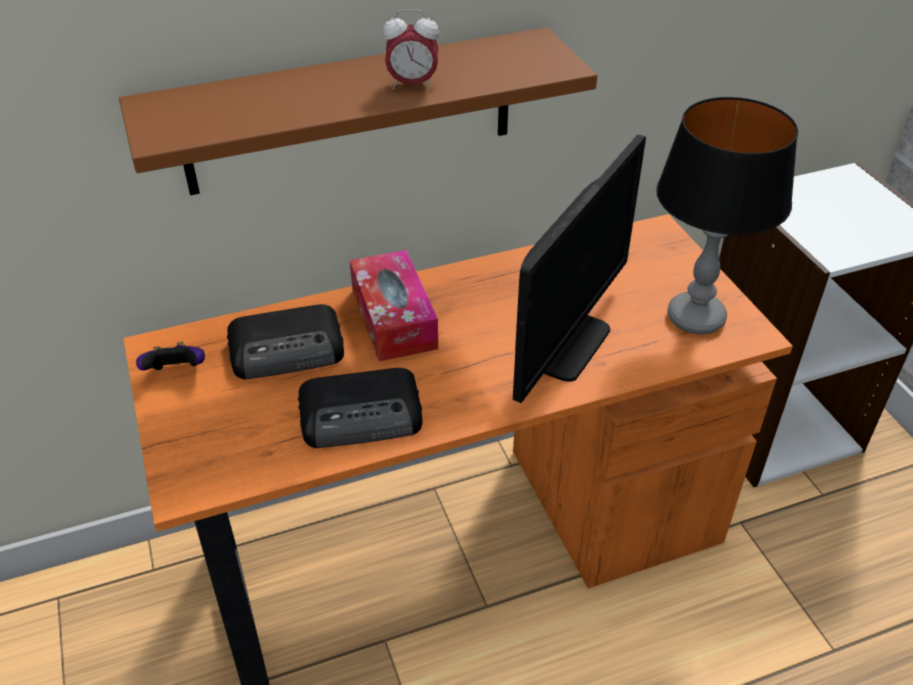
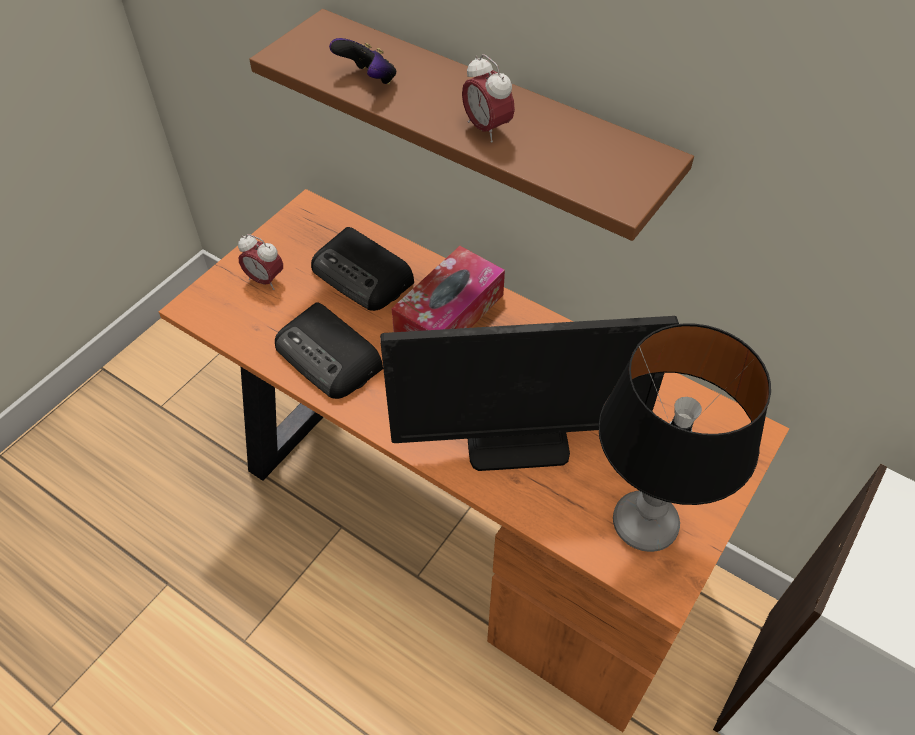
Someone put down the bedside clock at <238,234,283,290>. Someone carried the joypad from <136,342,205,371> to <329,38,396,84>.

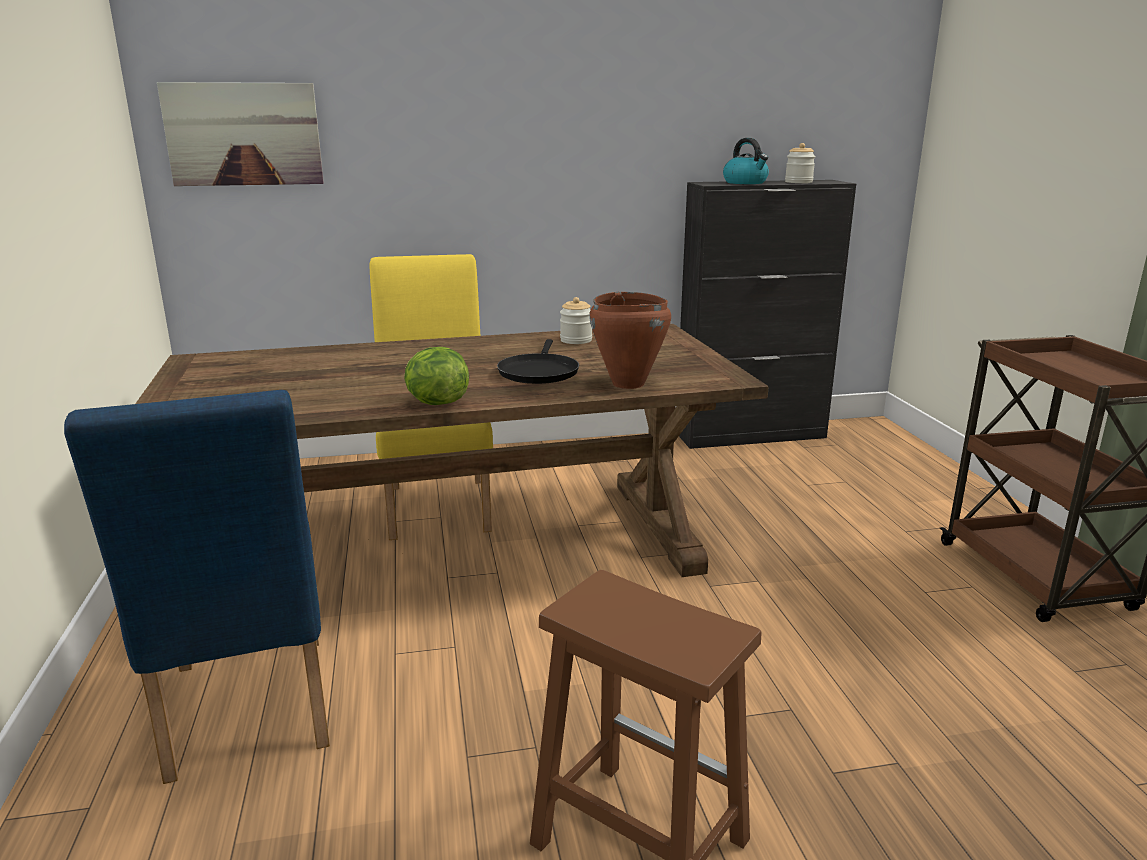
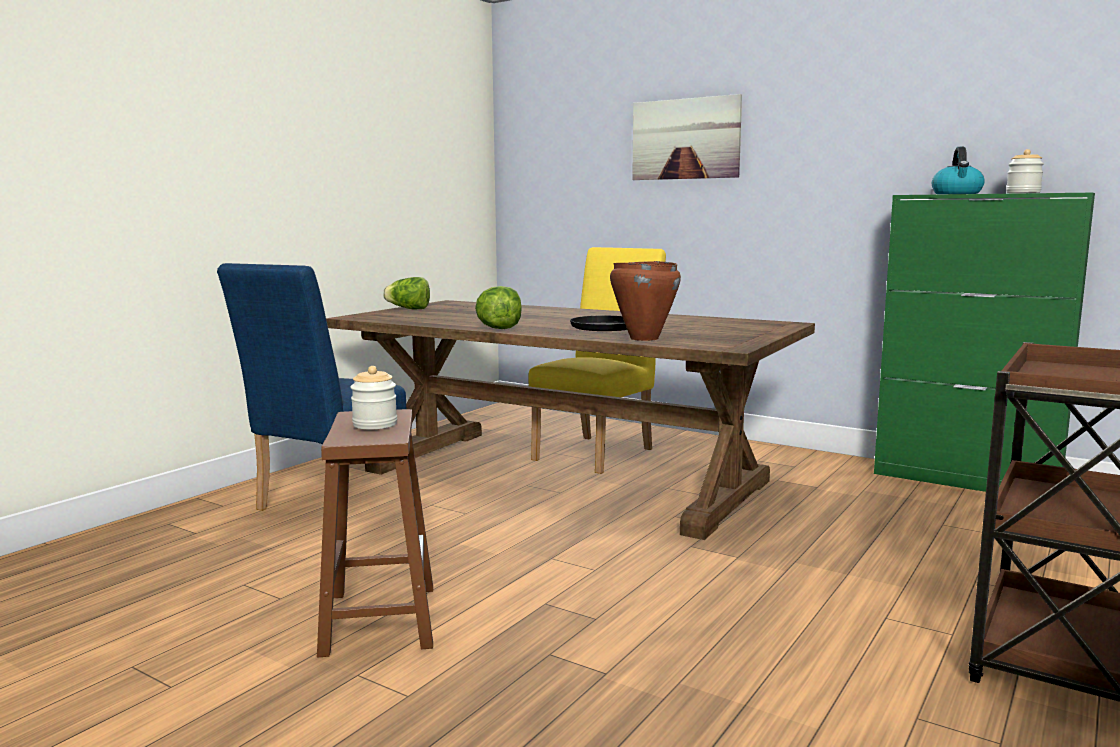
Someone carried the preserve jar from <560,297,592,344> to <350,366,397,430>. Someone put down the lettuce head at <383,277,430,310>. Someone carried the picture from <157,82,324,186> to <632,94,742,180>. Someone repainted the cabinet in black at <679,180,856,449>, which became the cabinet in greenish at <874,193,1095,492>.

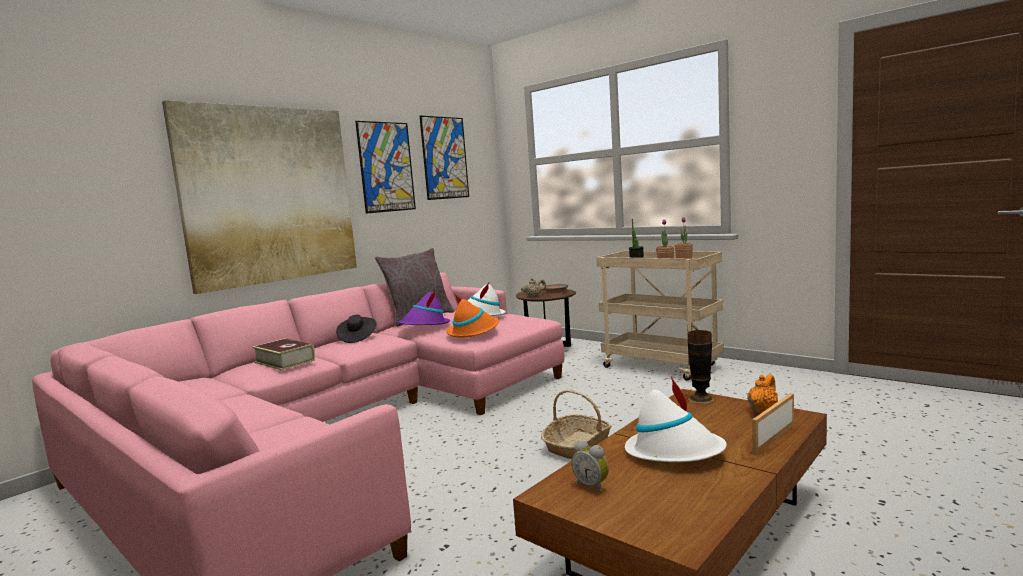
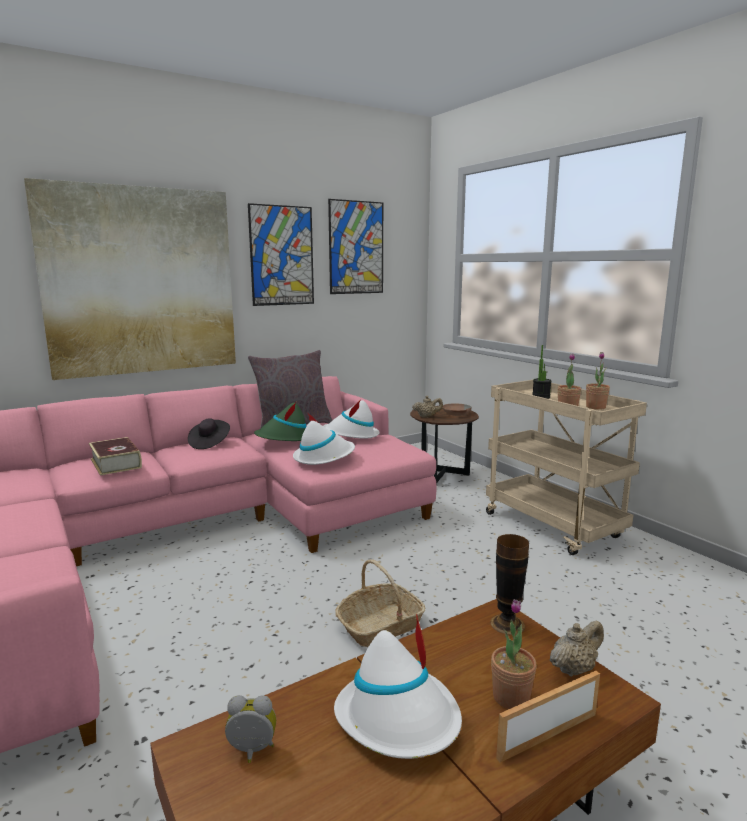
Someone rotated the bedside clock at <572,440,609,493> by 120 degrees clockwise. Someone repainted the hat in purple at <398,289,450,325>, which became the hat in greenish at <254,401,306,441>. Someone repainted the hat in orange at <446,294,499,338>, which became the hat in whitish at <293,412,355,465>. Someone put down the potted plant at <491,599,537,709>. Someone repainted the teapot in orange at <747,374,778,412>, which became the teapot in beige at <550,620,604,677>.

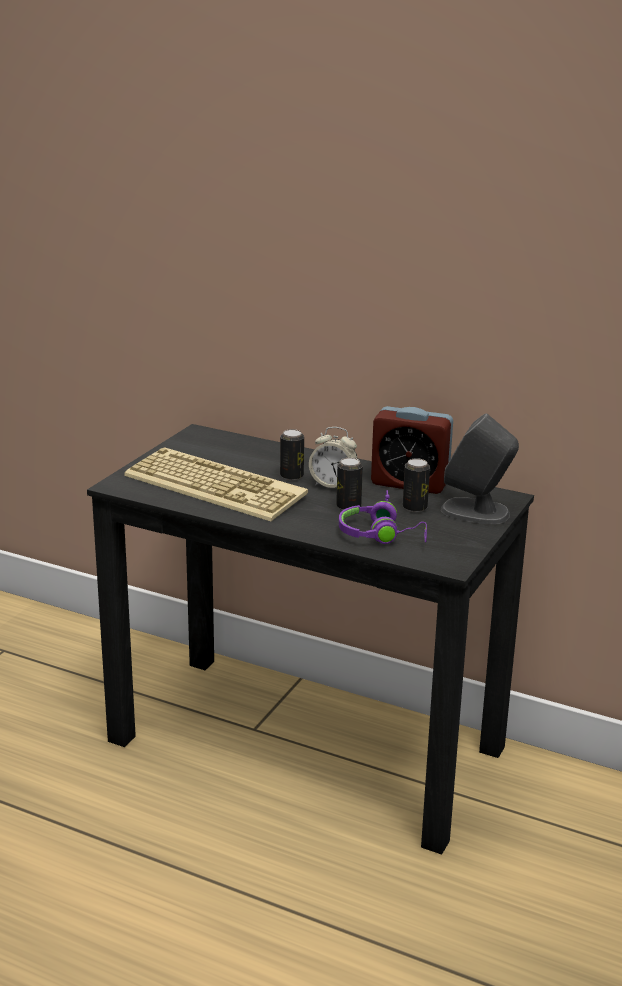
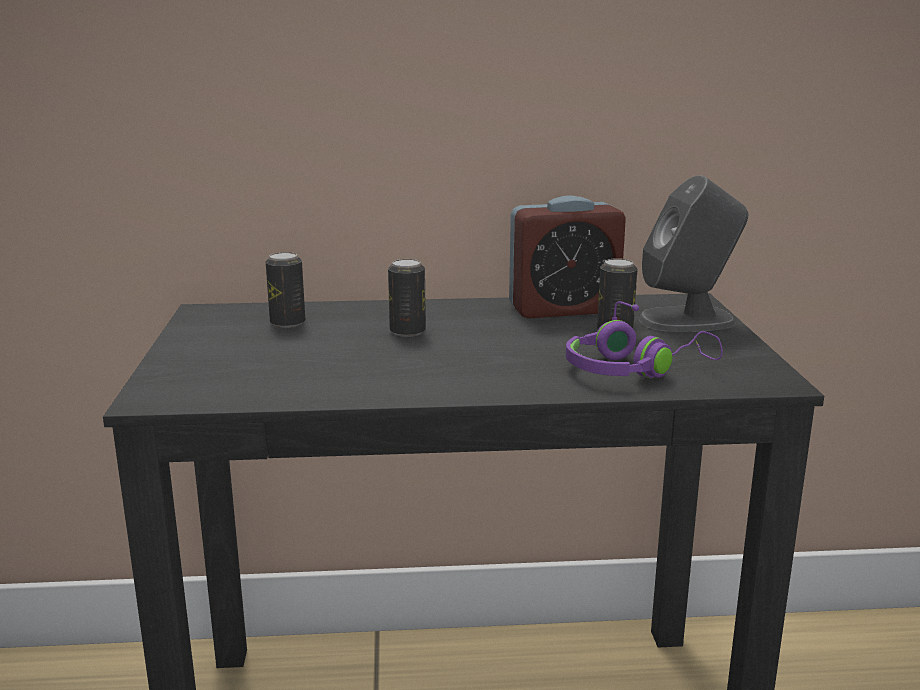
Someone carried the metal can from <336,458,363,510> to <266,252,305,328>. Someone took away the keyboard at <124,447,308,521>. Someone took away the bedside clock at <309,427,358,488>.

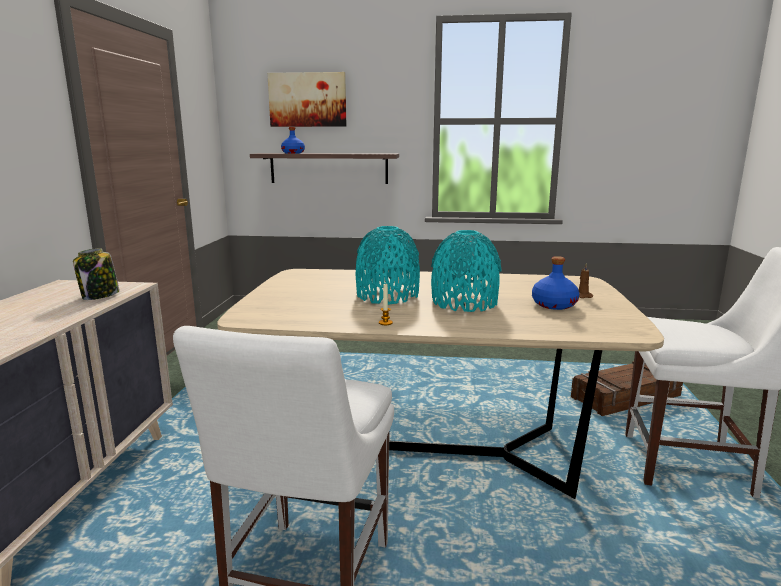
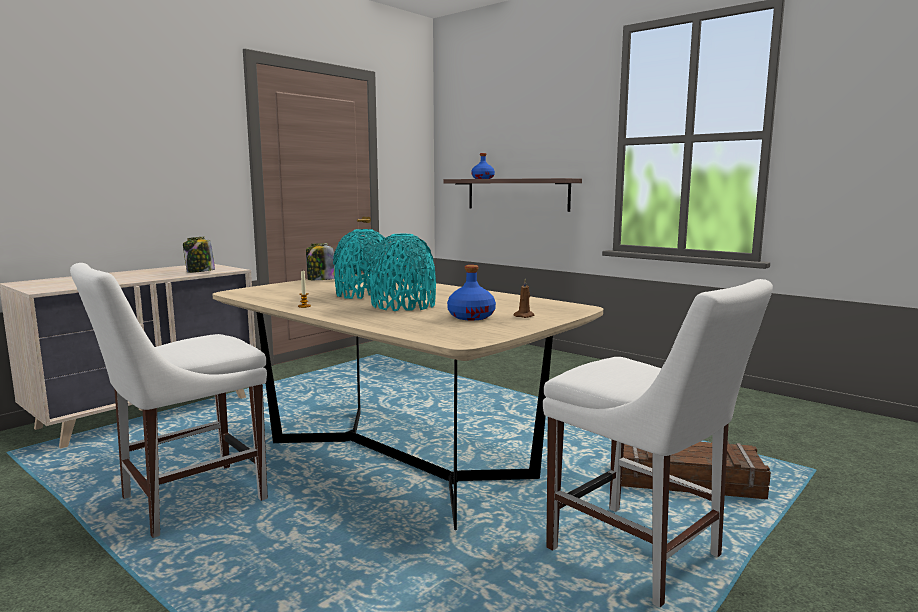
Someone put down the preserve jar at <306,243,335,280>. Someone took away the picture at <267,72,347,127>.

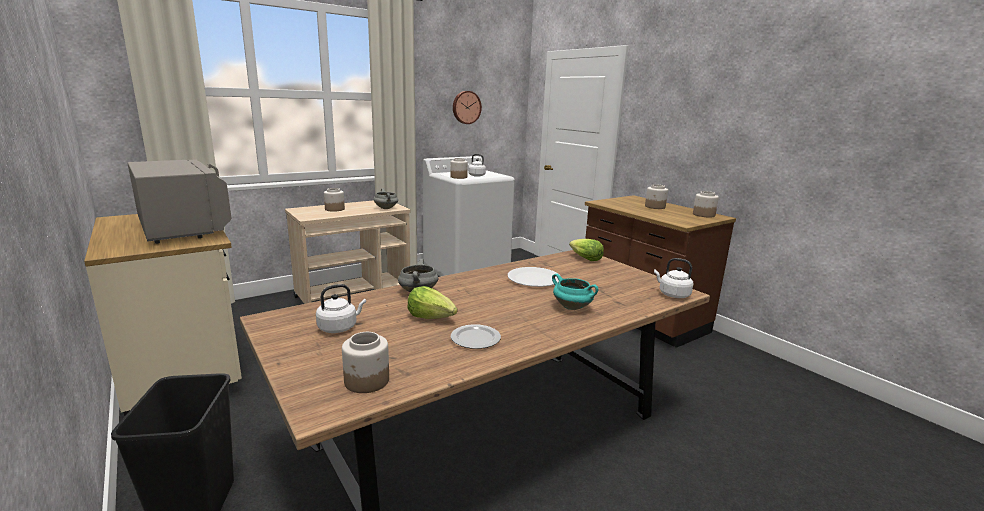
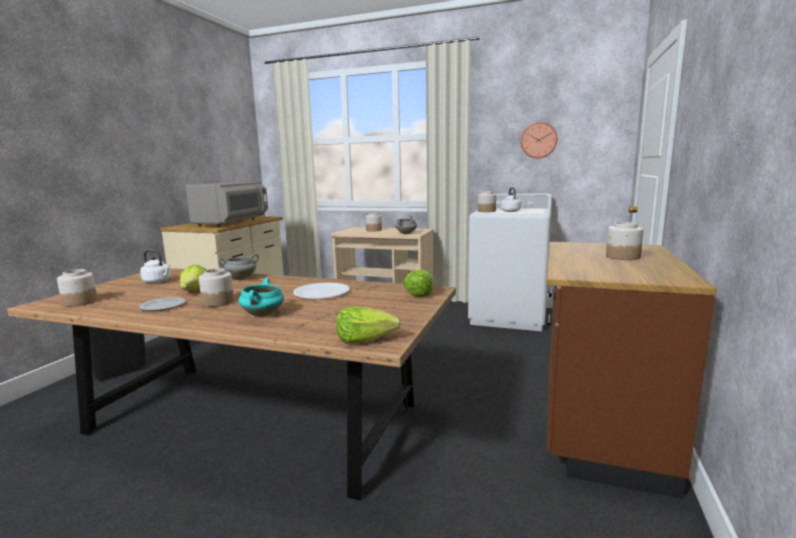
Someone carried the preserve jar from <693,191,719,218> to <199,268,234,307>. Someone swapped the water kettle in whitish at <654,258,693,298> for the lettuce head at <336,306,401,343>.

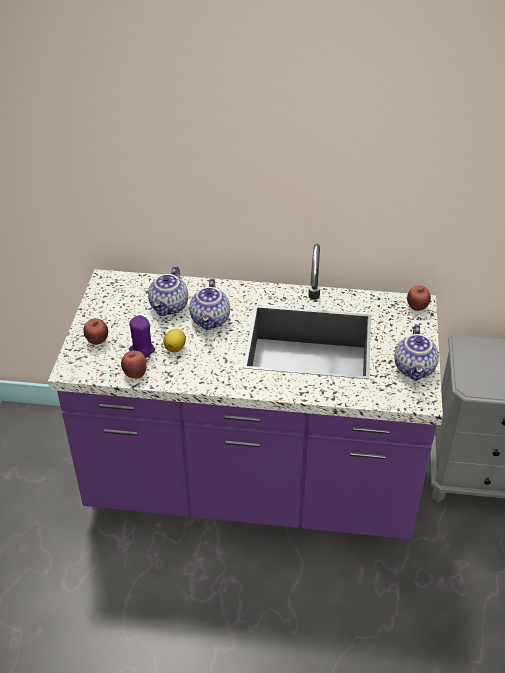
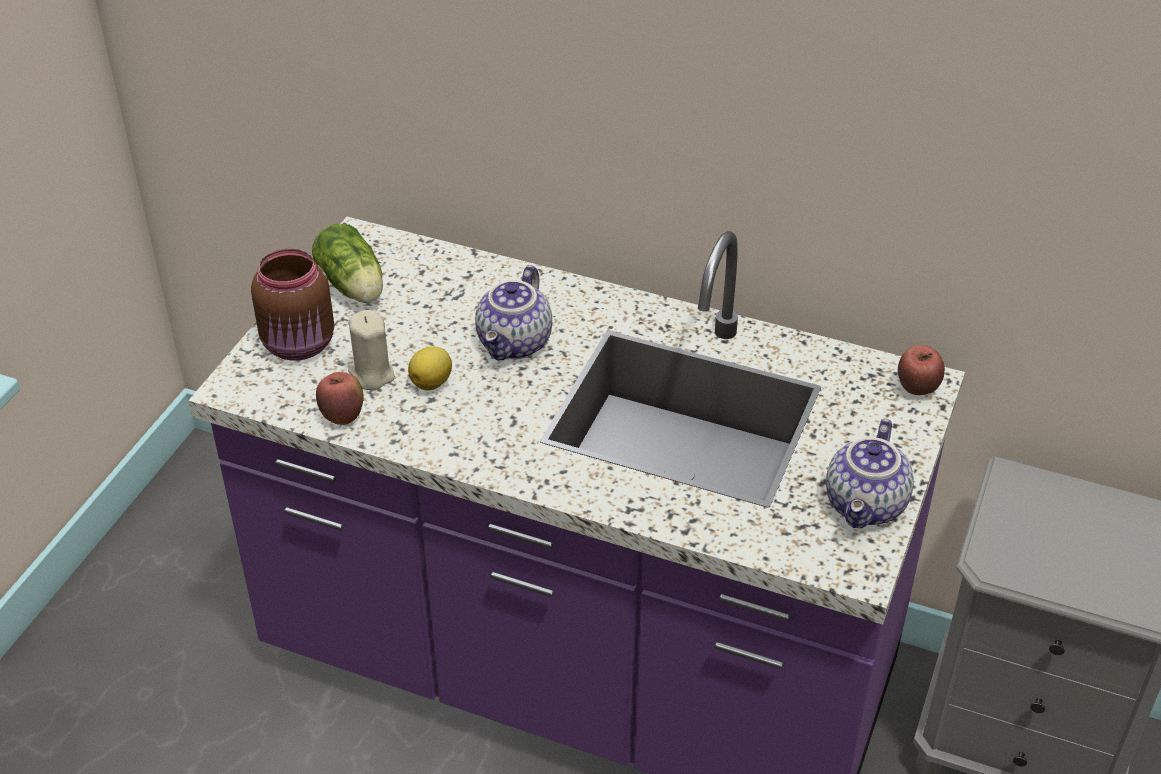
Someone swapped the apple at <83,318,108,345> for the preserve jar in brown at <251,248,334,361>. Someone put down the lettuce head at <312,224,383,303>. Someone repainted the wax light in purple at <129,315,155,358>, which became the wax light in beige at <348,310,395,390>. Someone took away the teapot at <148,266,188,316>.

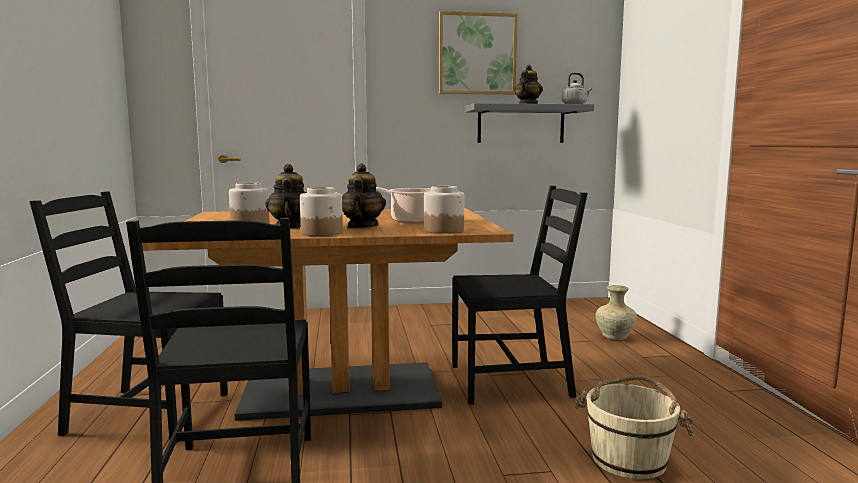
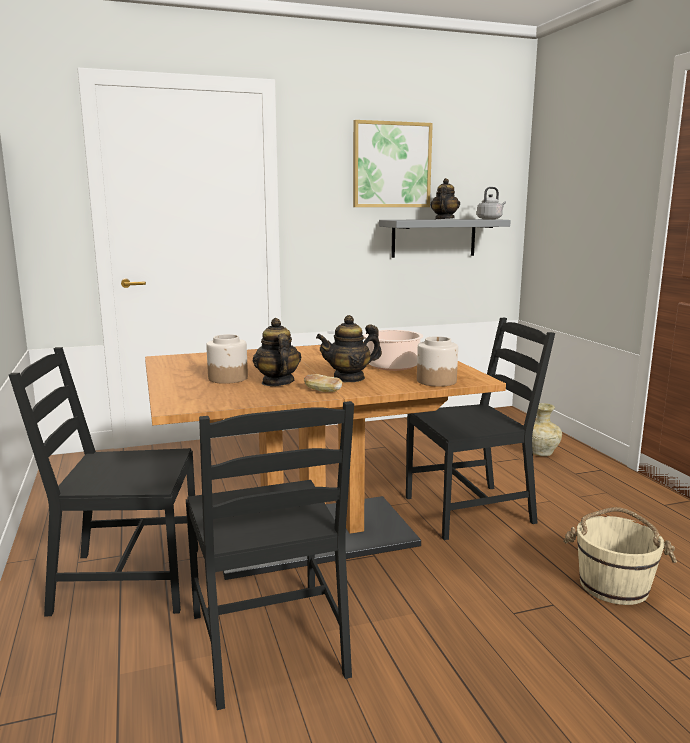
Someone swapped the preserve jar at <300,187,343,236> for the bakery bread at <304,374,342,392>. Someone rotated the teapot at <342,164,386,228> by 105 degrees counterclockwise.

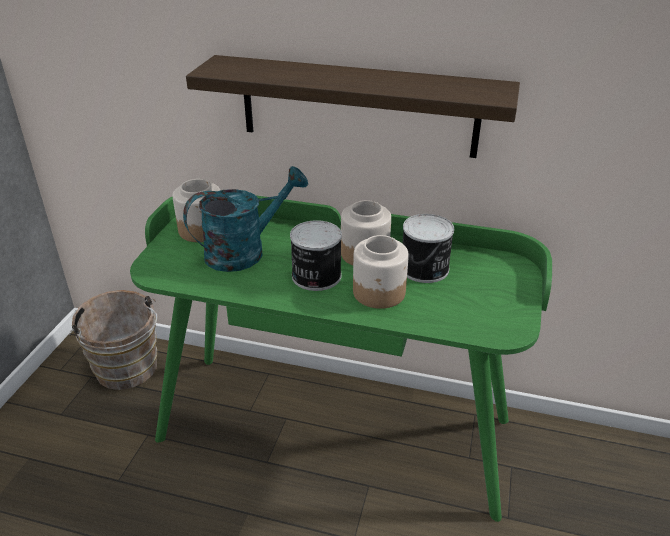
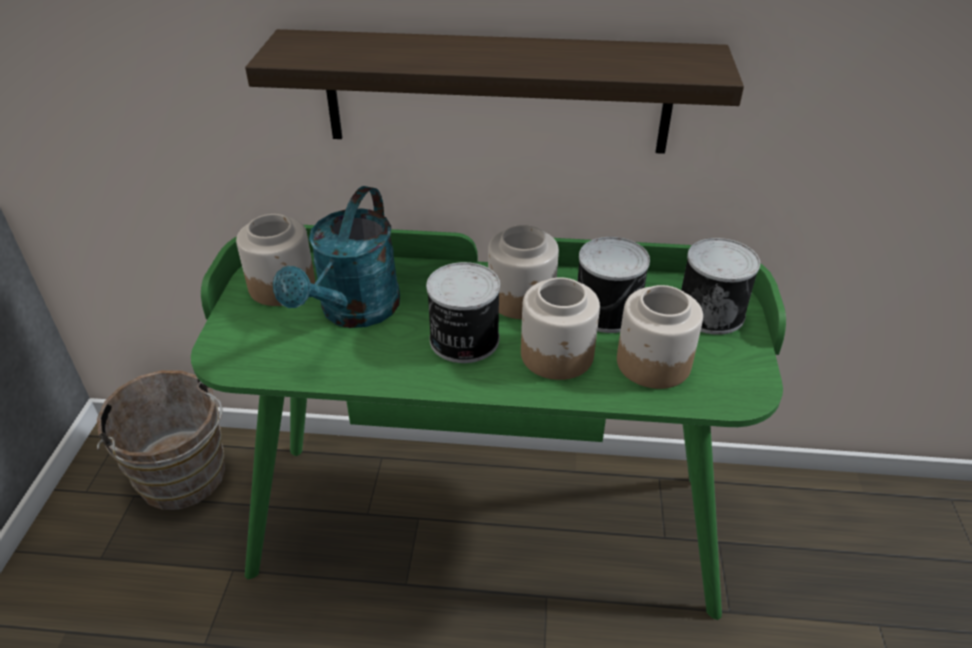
Someone rotated the sprinkling can in turquoise at <183,166,308,272> by 150 degrees clockwise. Someone put down the preserve jar at <617,285,703,389>. Someone put down the metal can at <681,238,760,335>.

